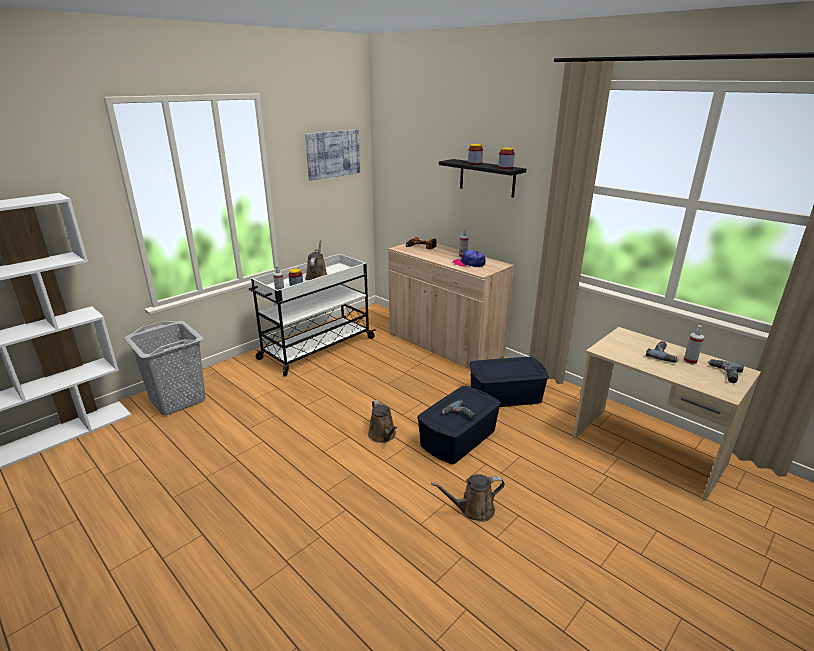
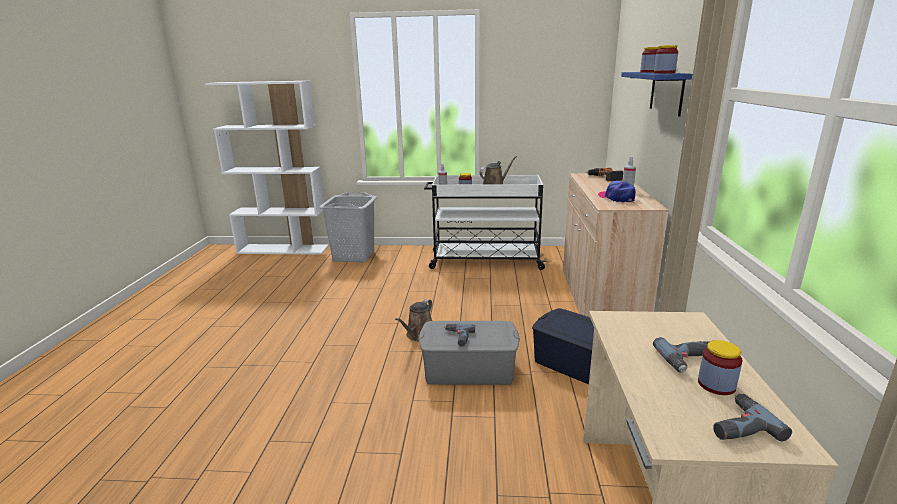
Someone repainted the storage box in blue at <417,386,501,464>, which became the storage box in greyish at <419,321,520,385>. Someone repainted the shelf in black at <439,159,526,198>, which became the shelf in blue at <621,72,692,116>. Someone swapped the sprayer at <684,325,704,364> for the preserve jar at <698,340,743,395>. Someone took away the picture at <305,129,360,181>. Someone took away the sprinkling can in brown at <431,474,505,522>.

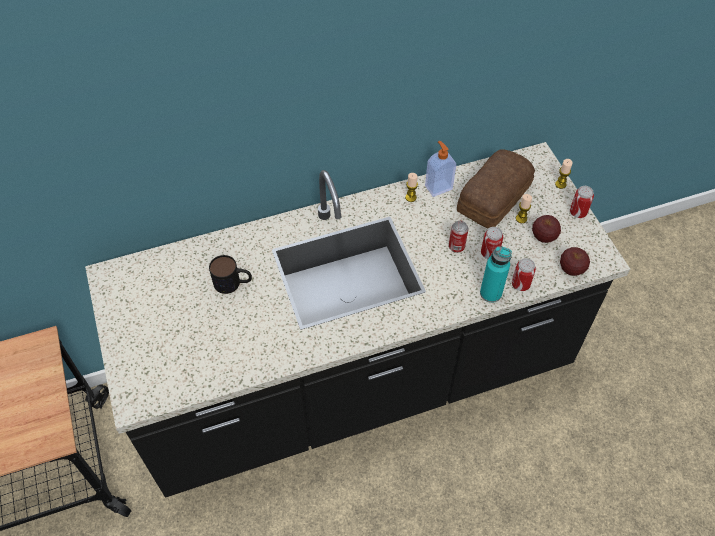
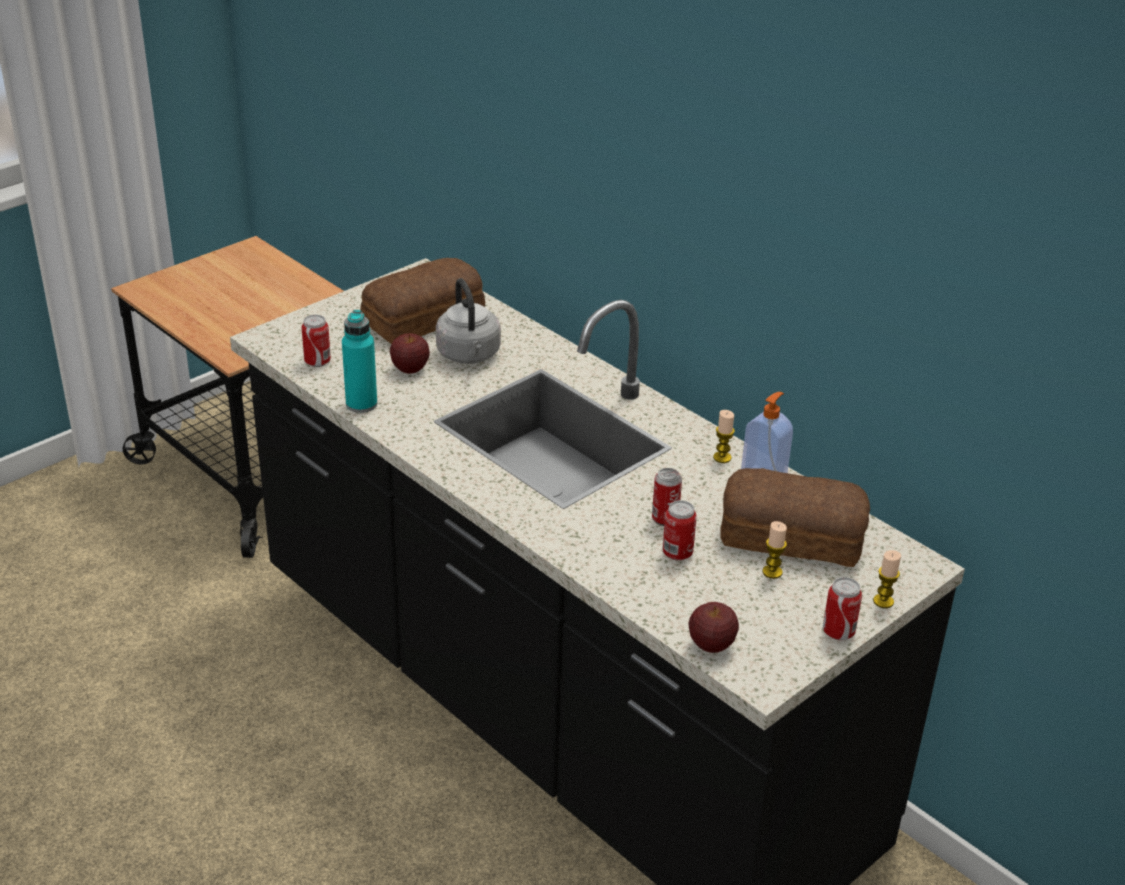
Someone carried the metal can from <512,258,536,291> to <301,315,331,367>. Someone carried the bottle in turquoise from <480,246,512,303> to <342,310,377,413>. Someone put down the bakery bread at <360,258,485,344>. Someone carried the apple from <532,215,561,243> to <390,333,430,374>. Someone swapped the coffee mug at <209,255,252,294> for the water kettle in greyish at <436,278,501,364>.

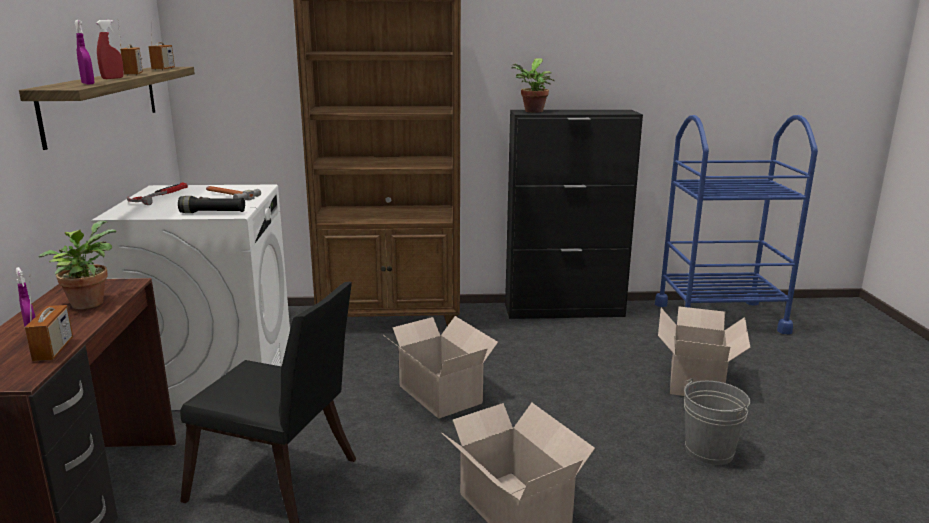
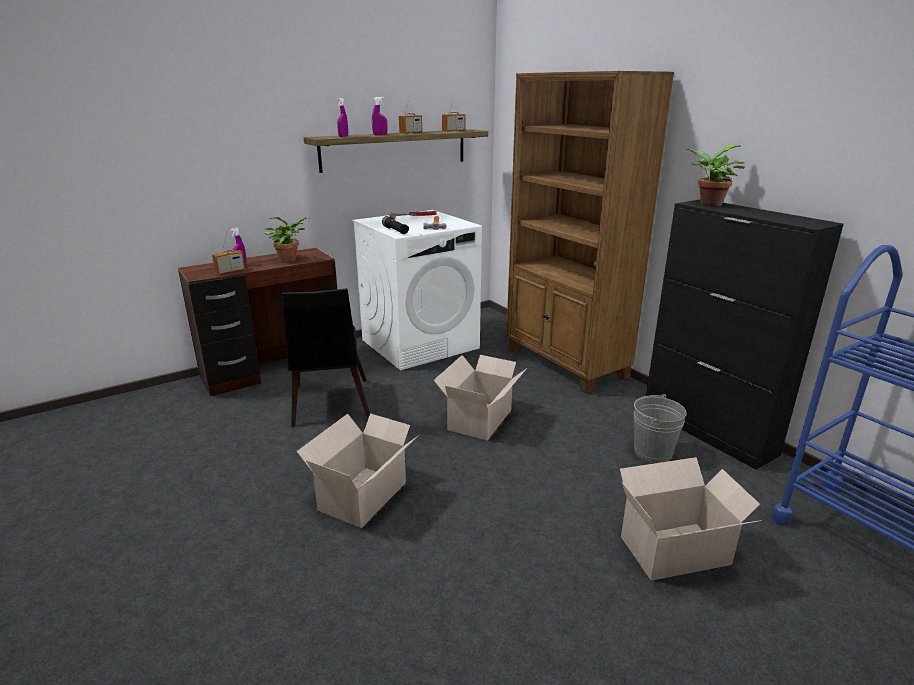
Someone repainted the sprayer in red-coloured at <96,20,123,79>, which became the sprayer in purple at <372,97,388,135>. Someone carried the water bucket in greyish from <684,378,750,465> to <634,394,687,463>.

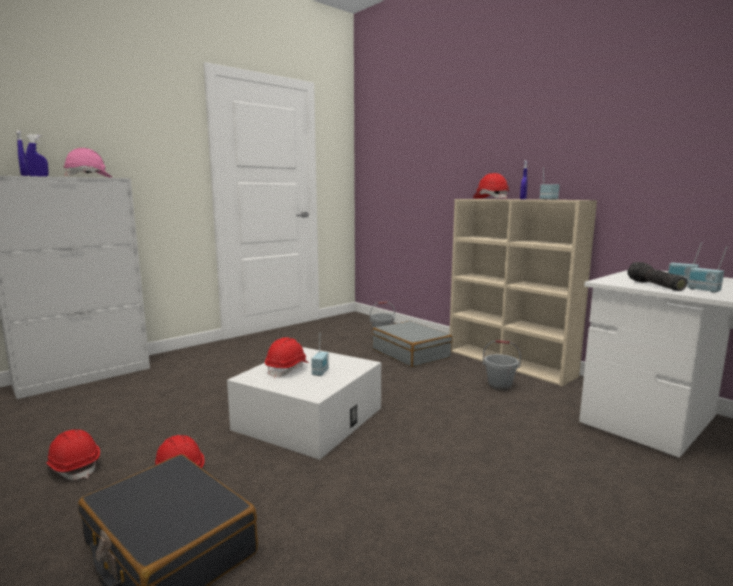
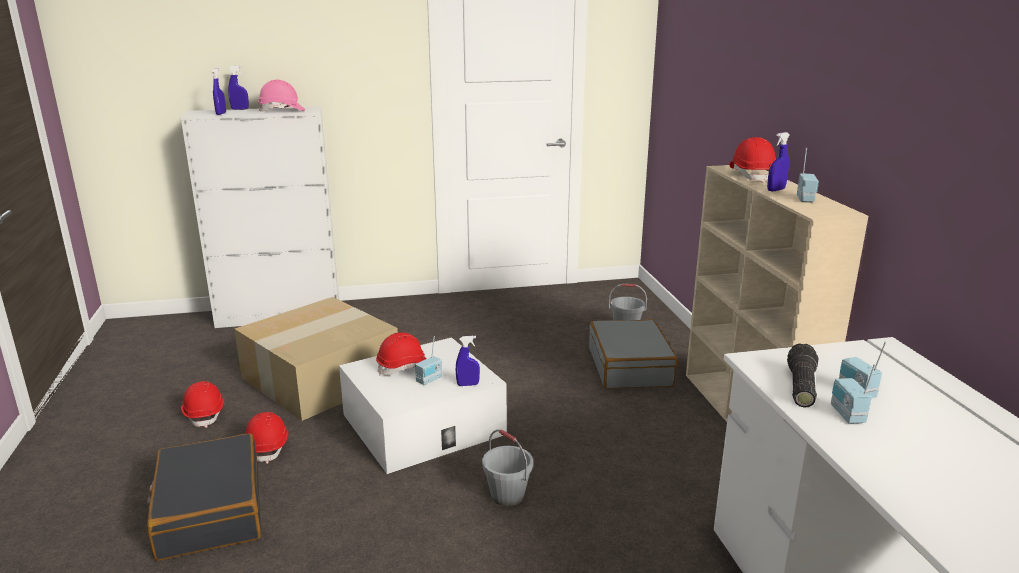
Someone put down the cardboard box at <234,297,398,421>. Someone put down the sprayer in blue at <456,336,480,386>. Someone carried the water bucket in greyish from <483,340,521,391> to <482,429,533,506>.

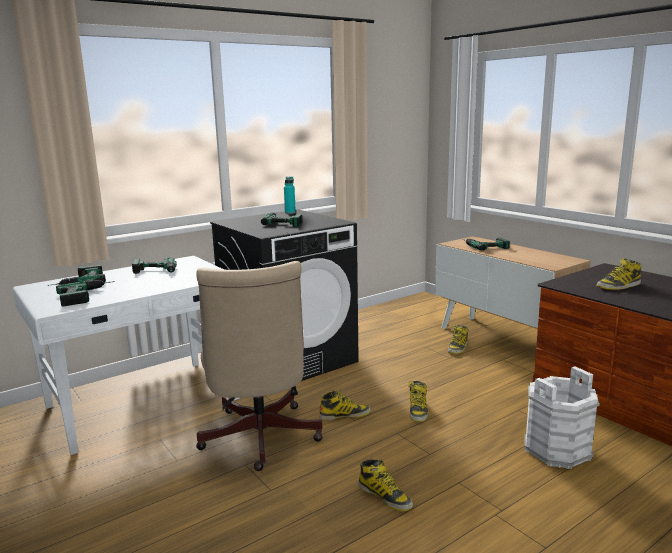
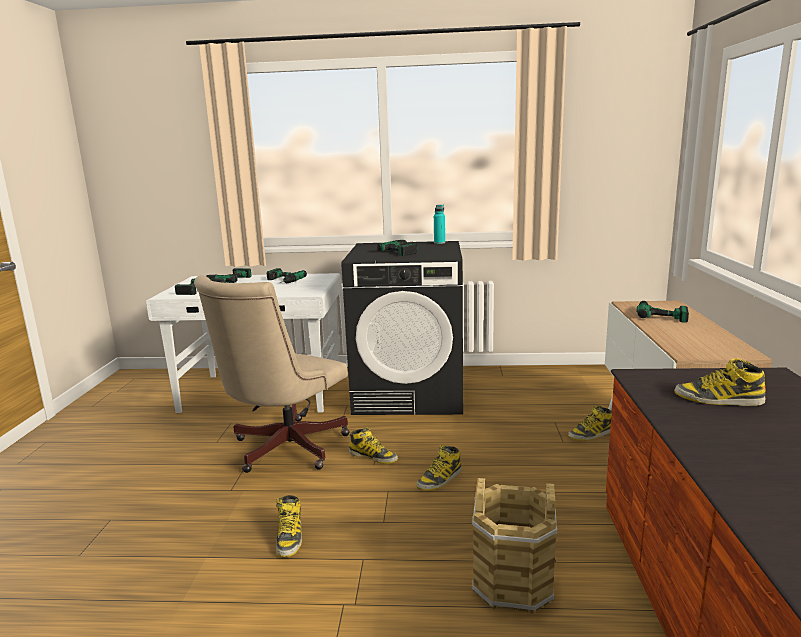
Someone repainted the water bucket in whitish at <524,366,600,469>, which became the water bucket in brown at <472,478,557,614>.

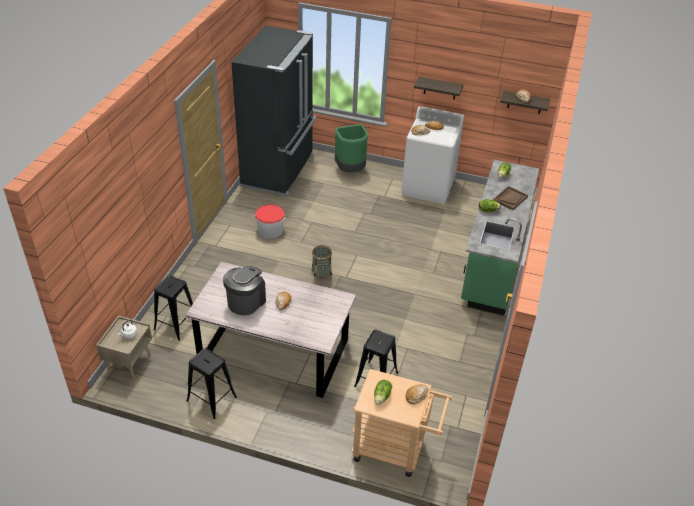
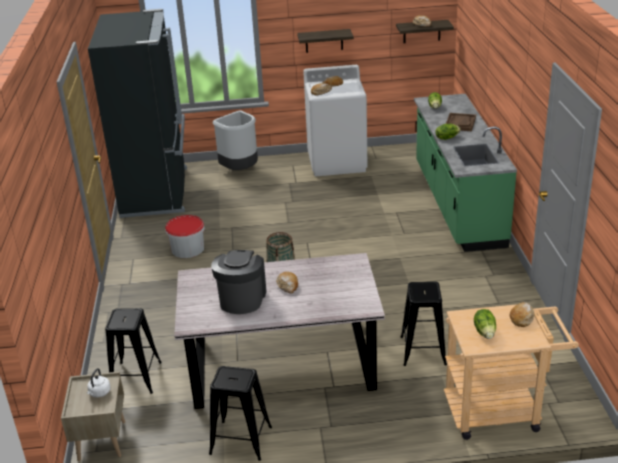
Someone repainted the waste bin in greenish at <335,124,369,172>, which became the waste bin in greyish at <213,110,258,170>.

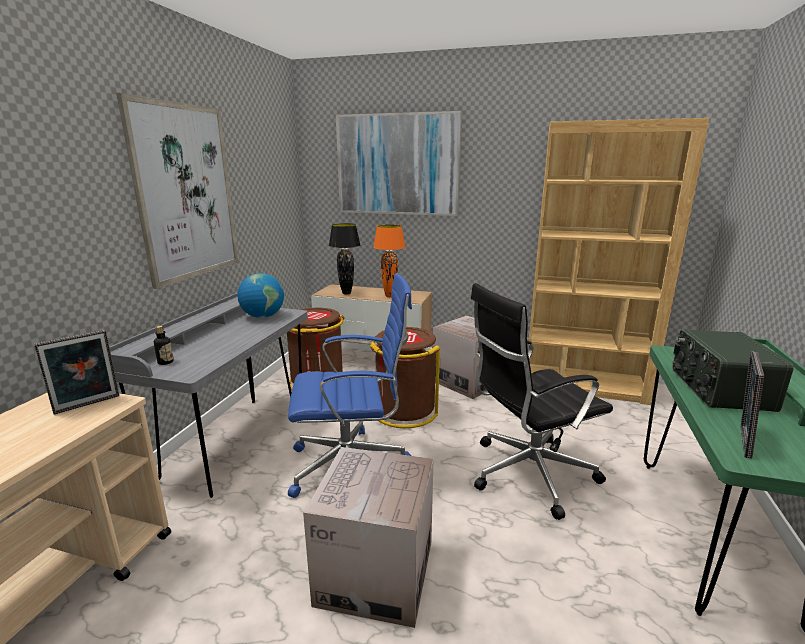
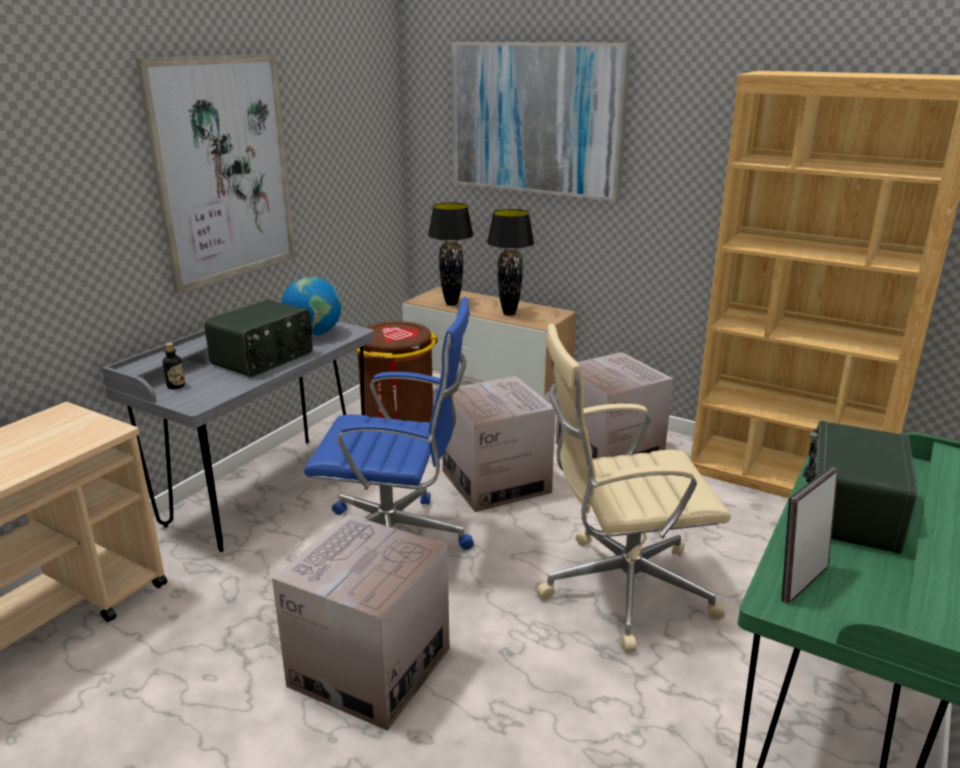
Someone put down the radio receiver at <204,299,313,377>. Someone swapped the waste bin in brown at <370,327,440,428> for the cardboard box at <442,376,556,512>. Someone repainted the tabletop lamp in orange at <373,225,405,297>, which became the tabletop lamp in black at <487,209,534,316>. Someone repainted the computer chair in black at <471,283,613,520>, which became the computer chair in beige at <537,324,731,653>. Someone took away the photo frame at <34,329,119,415>.

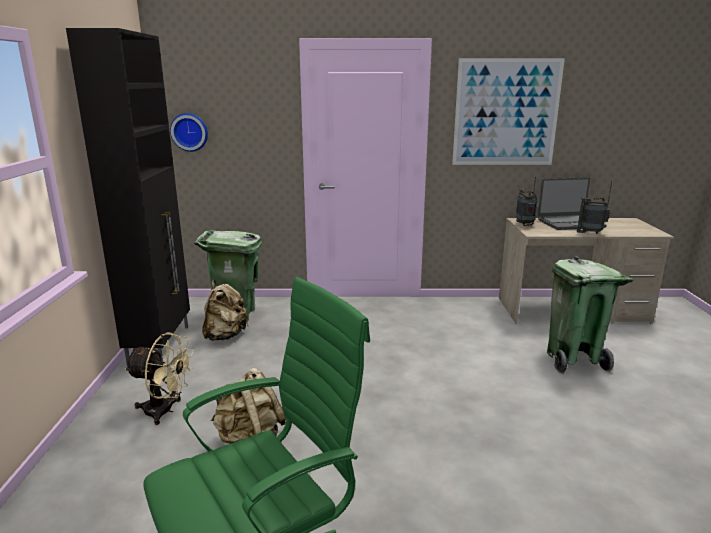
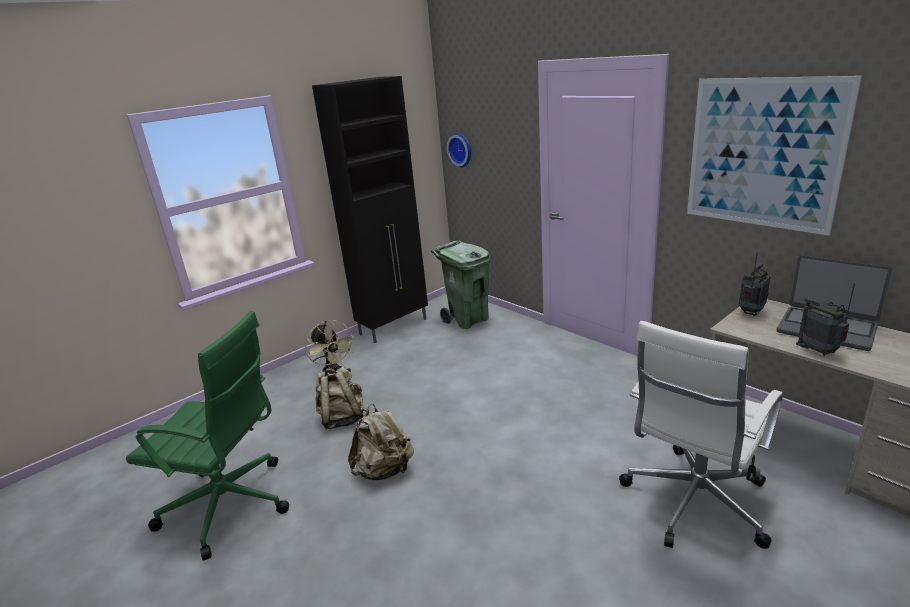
Someone carried the rucksack in beige from <202,280,248,341> to <348,404,414,480>. Someone swapped the waste bin in greenish at <547,256,633,374> for the computer chair in whitish at <619,321,783,549>.

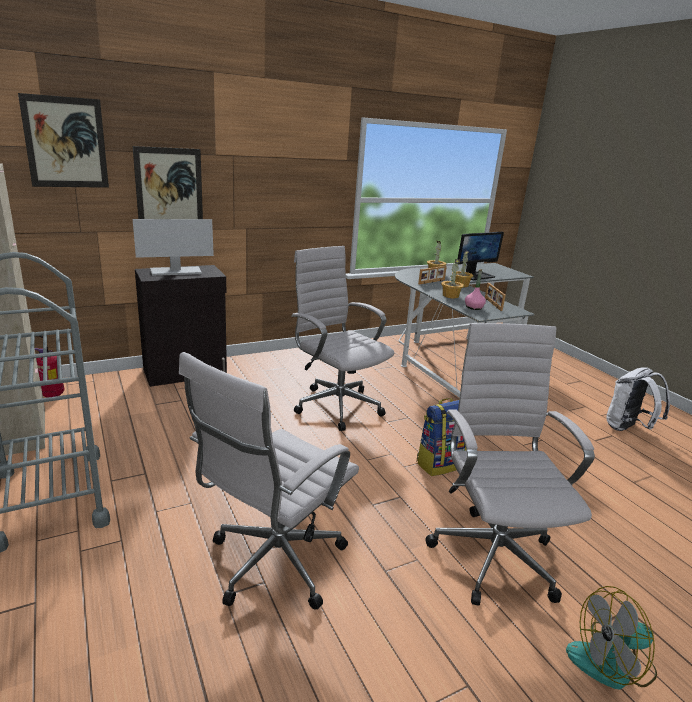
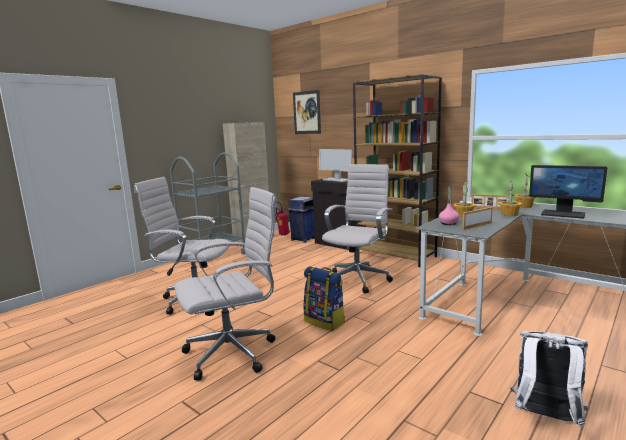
Someone put down the waste bin in blue at <288,196,315,243>. Someone put down the bookcase in brown at <353,74,442,267>. Someone took away the picture at <133,146,203,219>. Someone took away the electric fan at <566,586,657,690>.

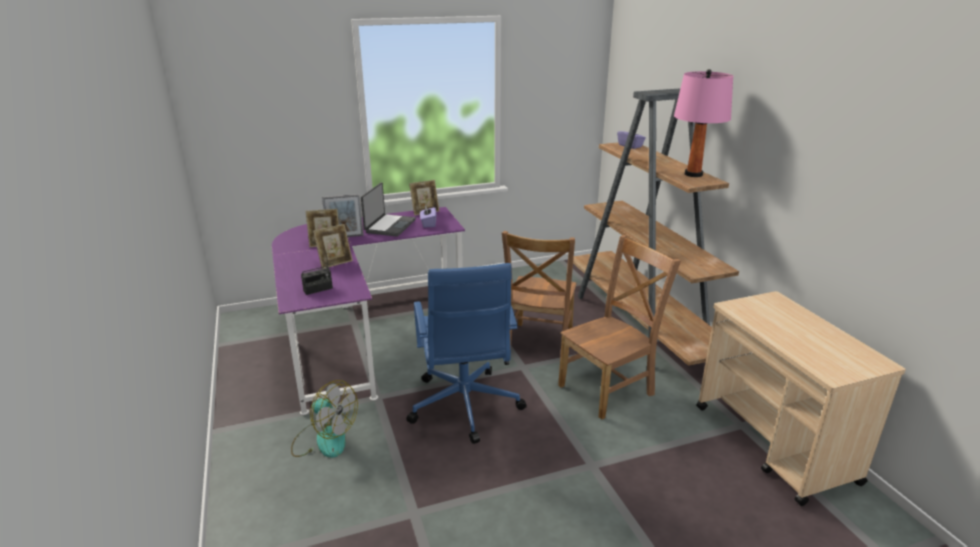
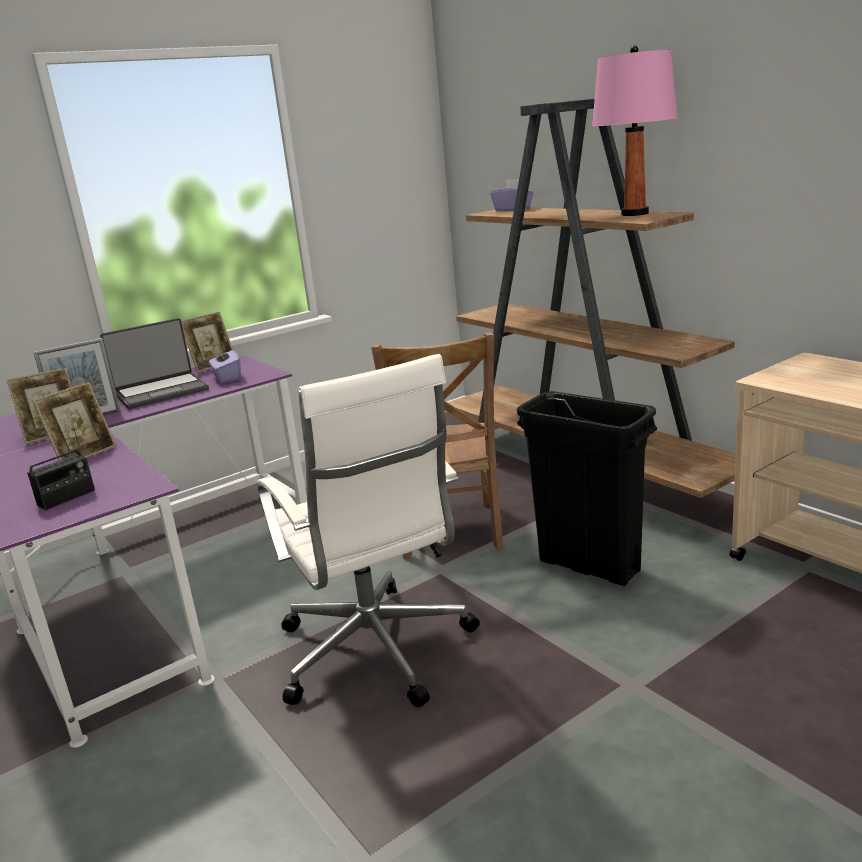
Someone rotated the notebook computer at <361,182,416,237> by 60 degrees clockwise. Someone repainted the computer chair in blue at <406,263,527,444>, which became the computer chair in whitish at <258,354,480,707>. Someone swapped the plain chair in brown at <558,235,681,420> for the waste bin in black at <517,391,657,586>. Someone took away the electric fan at <291,380,358,458>.

